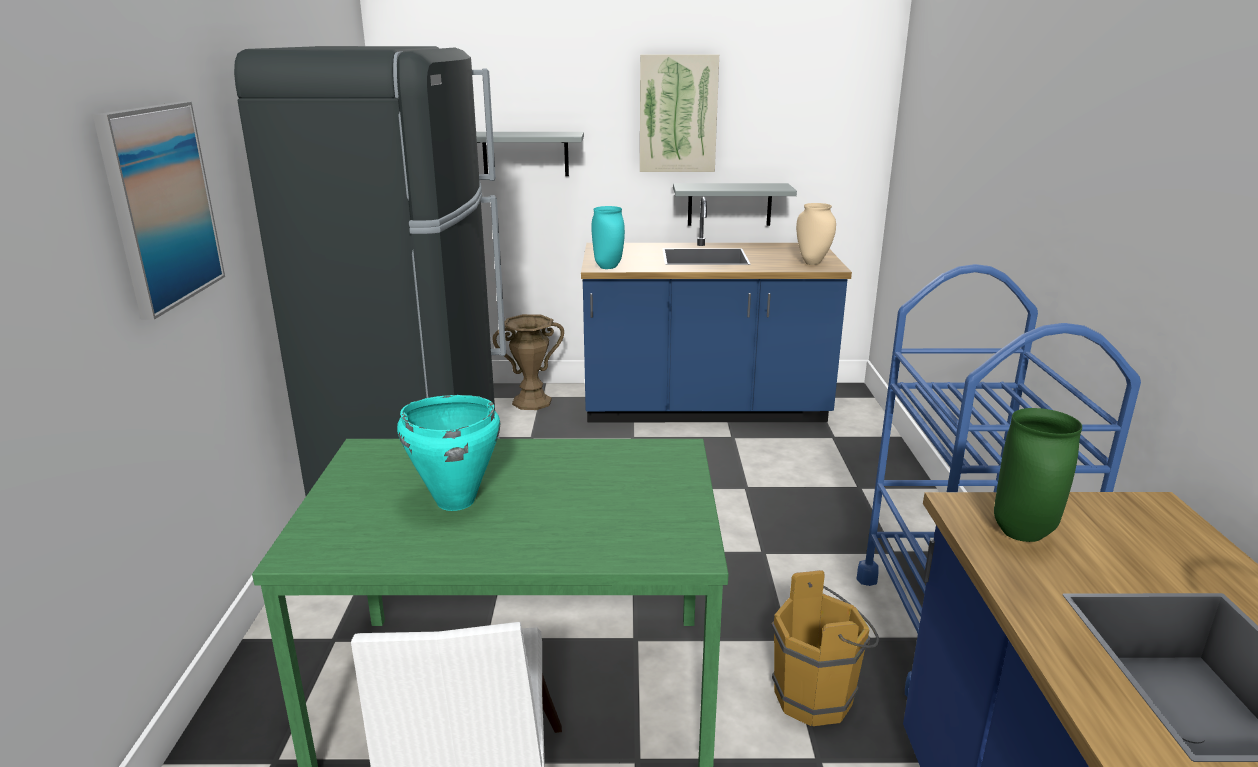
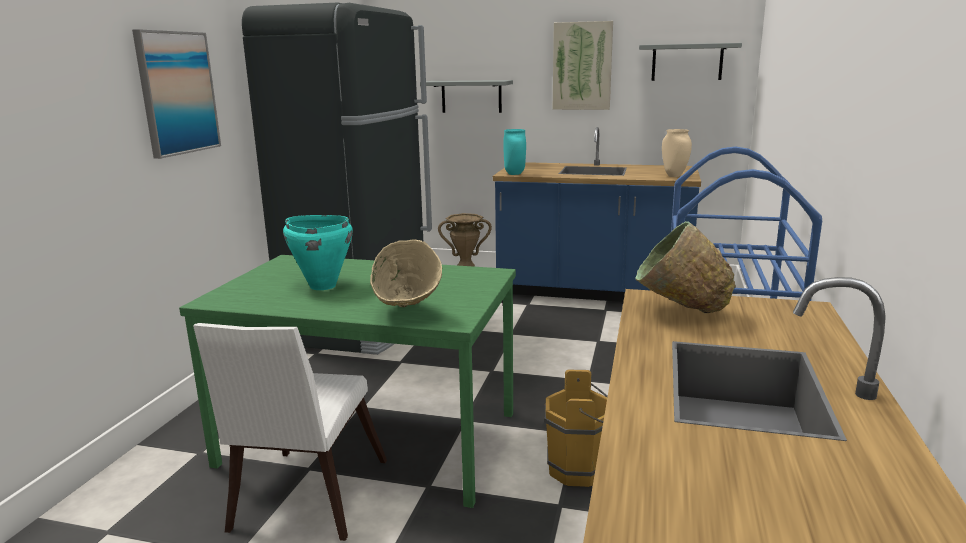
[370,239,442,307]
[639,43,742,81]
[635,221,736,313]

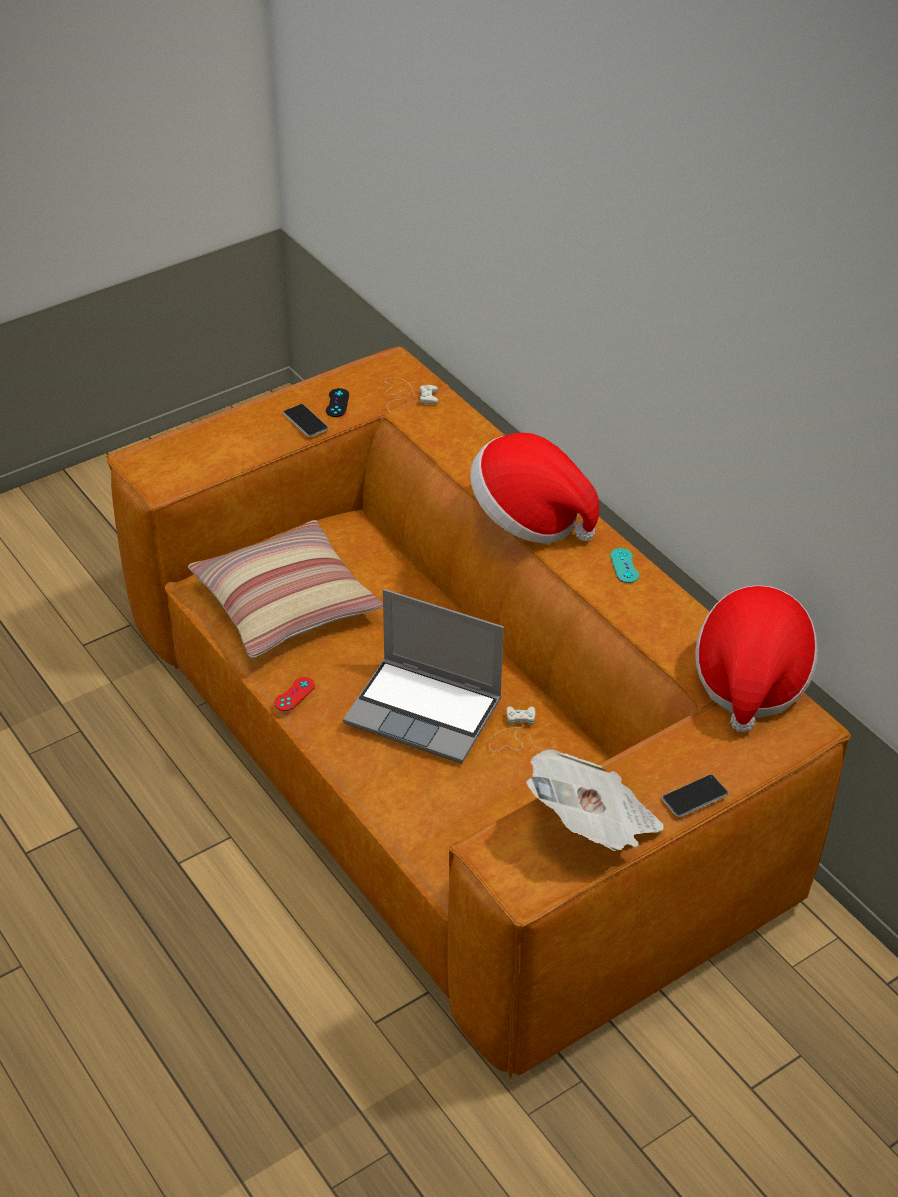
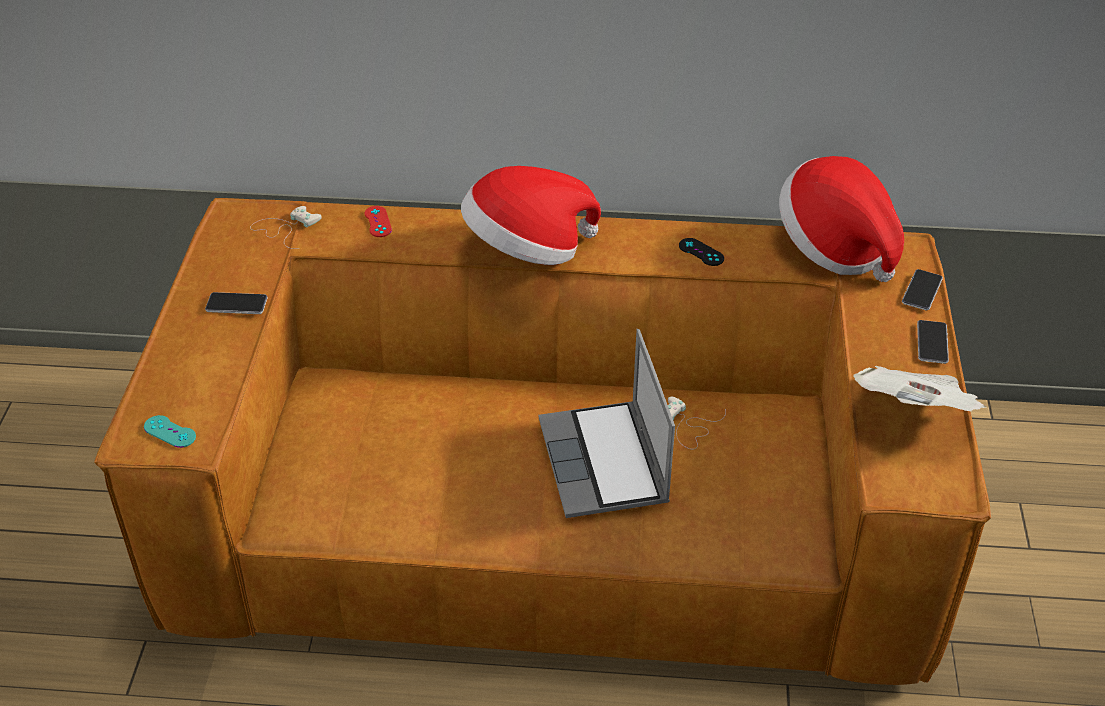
[188,520,383,658] (first image)
[902,269,943,310]
[365,206,392,237]
[679,238,724,266]
[144,415,196,448]
[539,329,675,518]

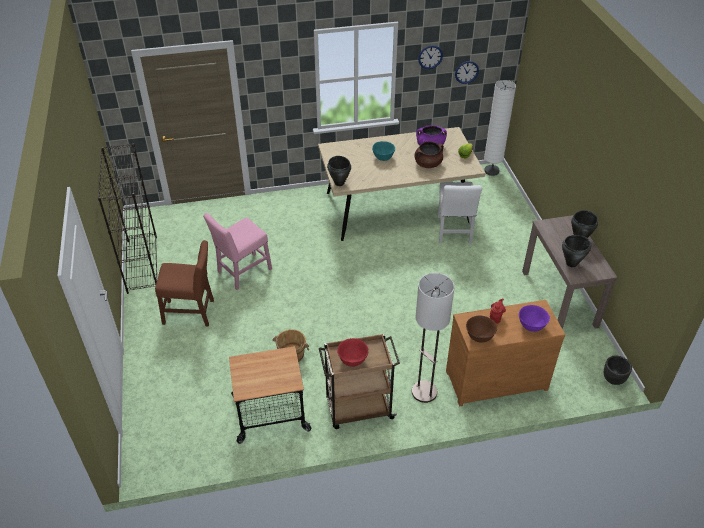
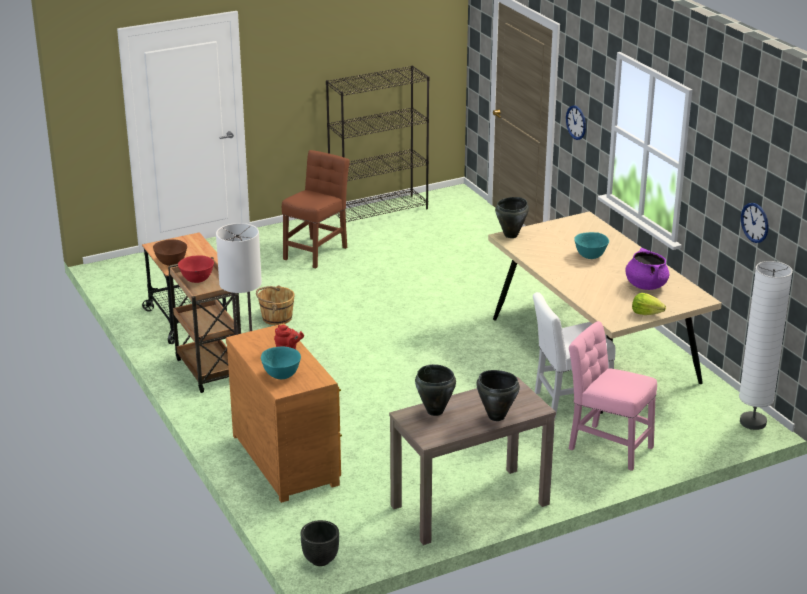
[415,142,444,168] (first image)
[569,321,657,471]
[566,105,586,140]
[153,239,187,266]
[261,346,301,379]
[282,150,350,268]

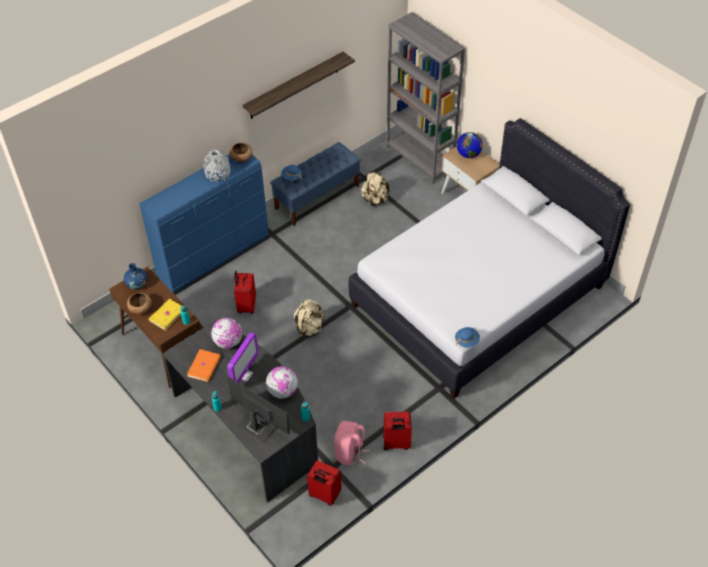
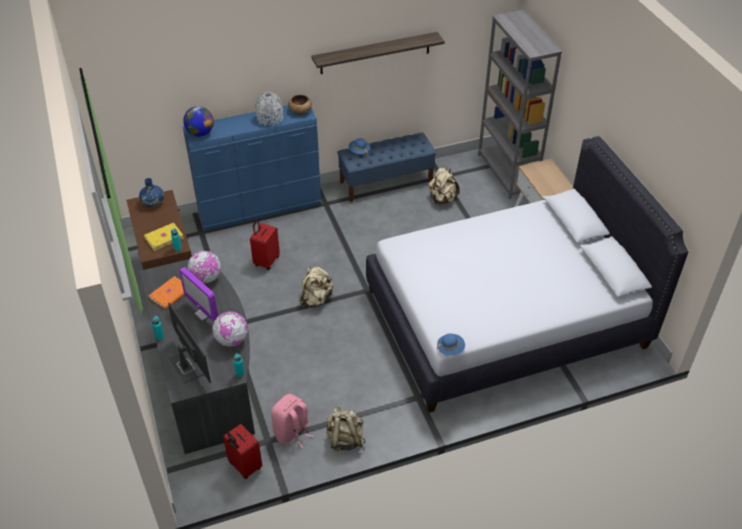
[127,292,152,314] (first image)
[183,106,214,136]
[326,407,365,451]
[179,267,218,321]

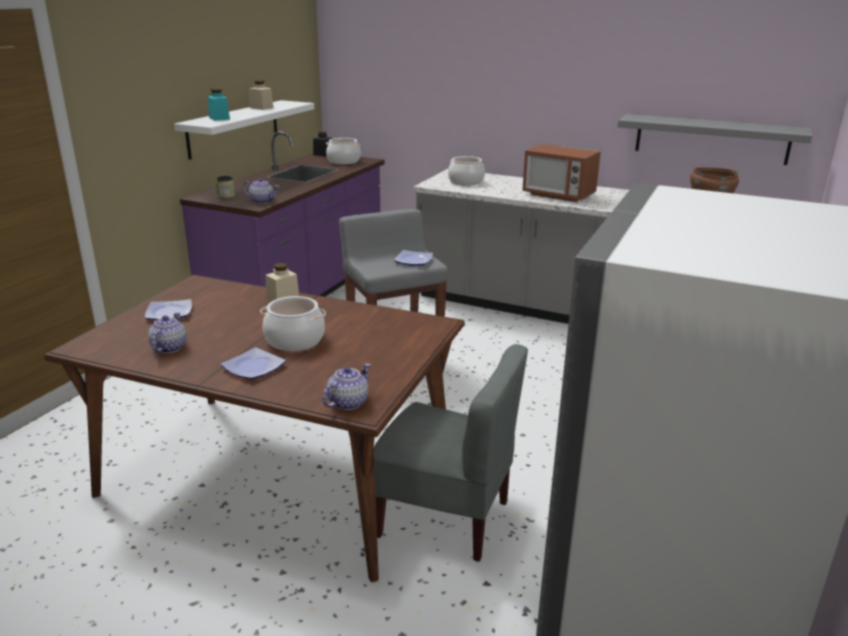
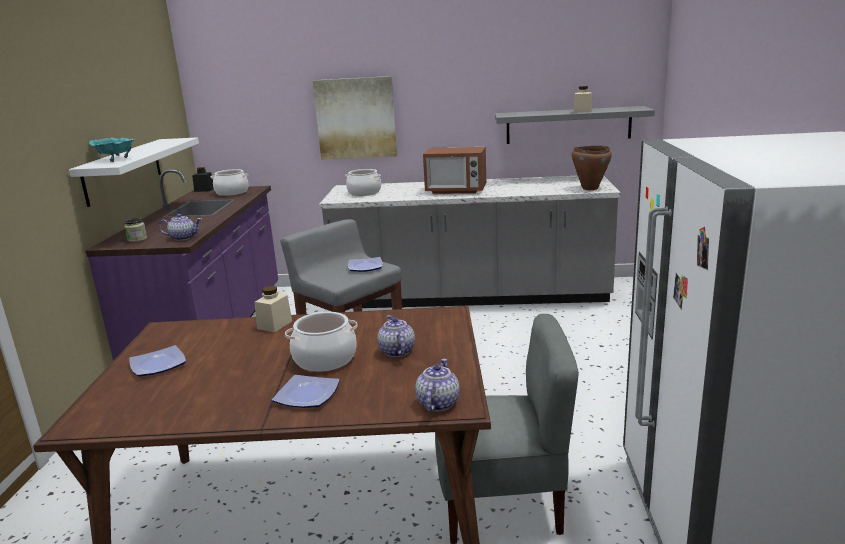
[313,76,397,160]
[377,315,415,357]
[574,86,592,113]
[89,137,134,162]

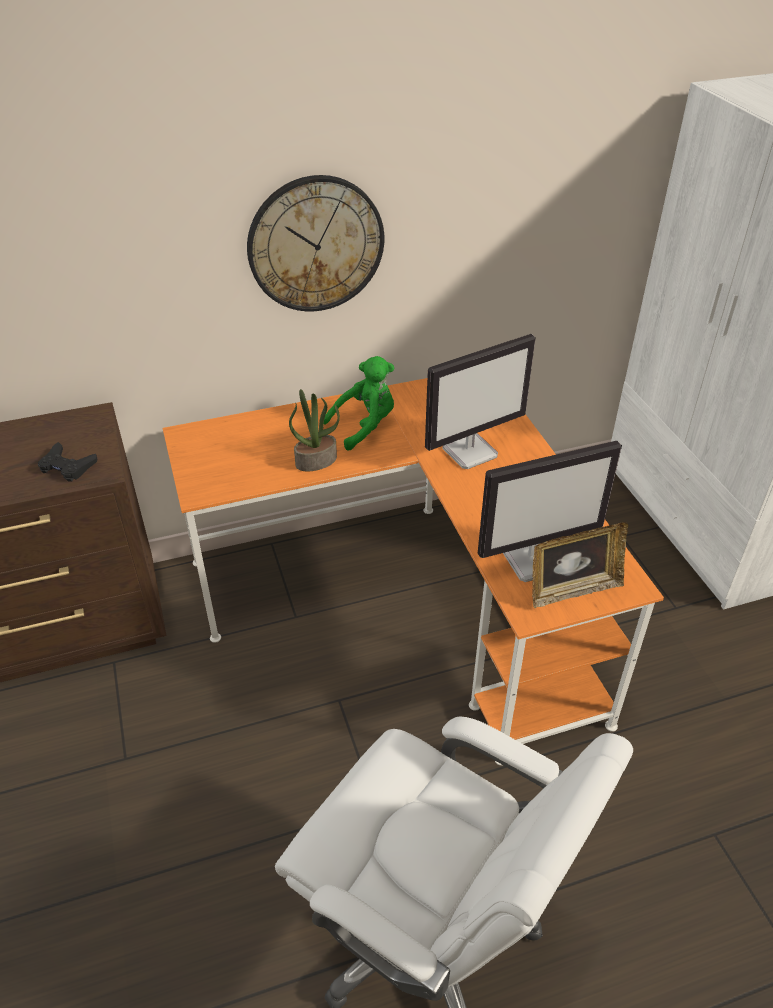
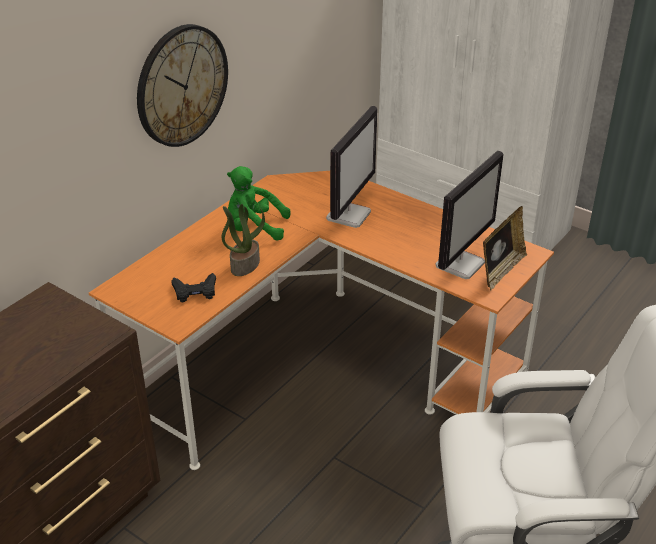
[171,273,216,303]
[227,166,291,241]

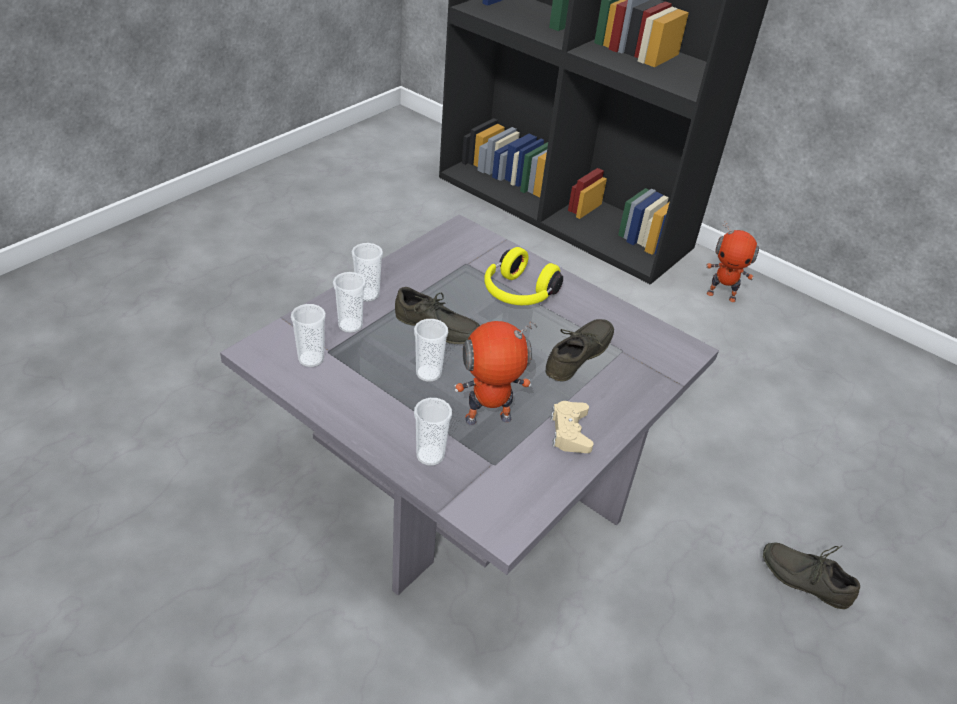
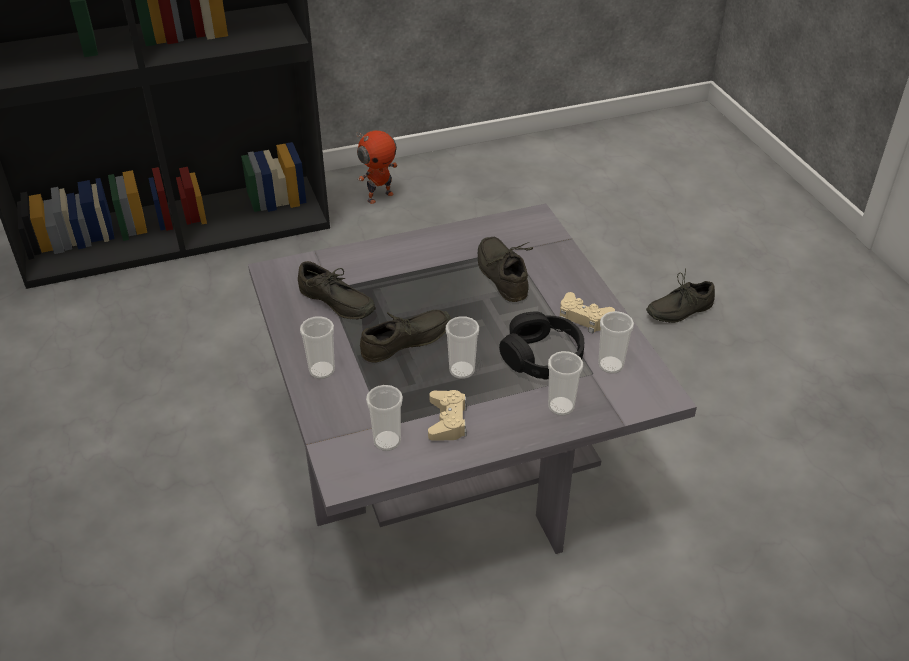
[484,247,563,305] (first image)
[298,261,376,320]
[428,390,467,441]
[598,311,634,374]
[499,311,584,379]

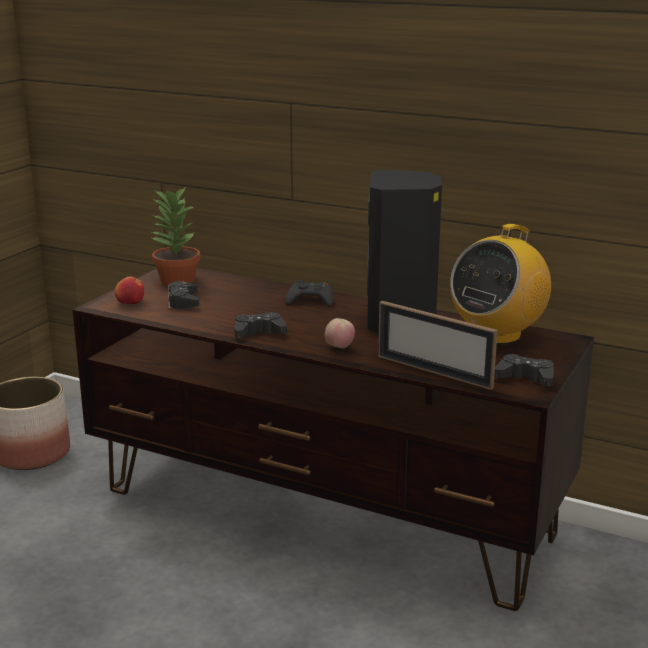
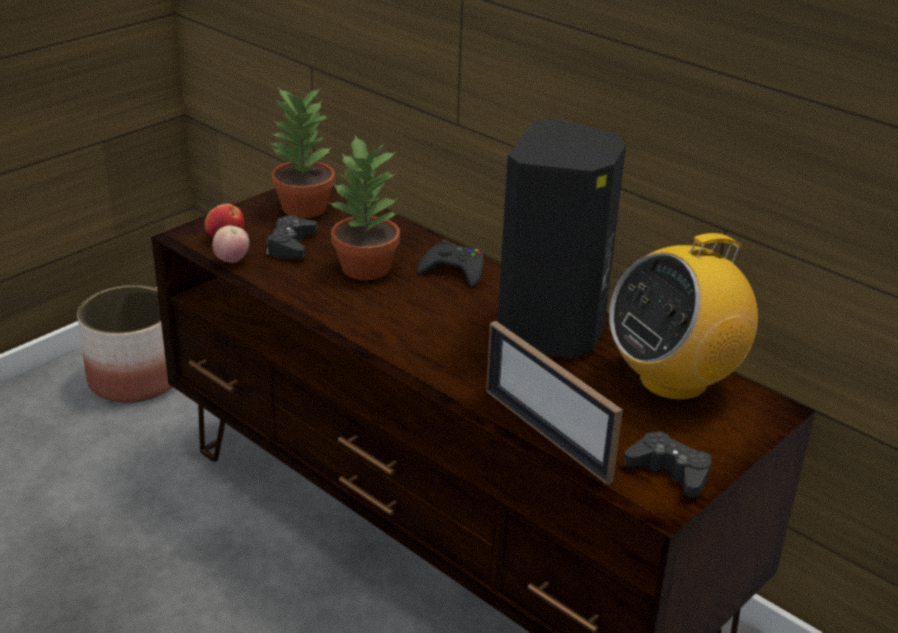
[235,312,287,338] (first image)
[328,135,400,280]
[212,225,249,263]

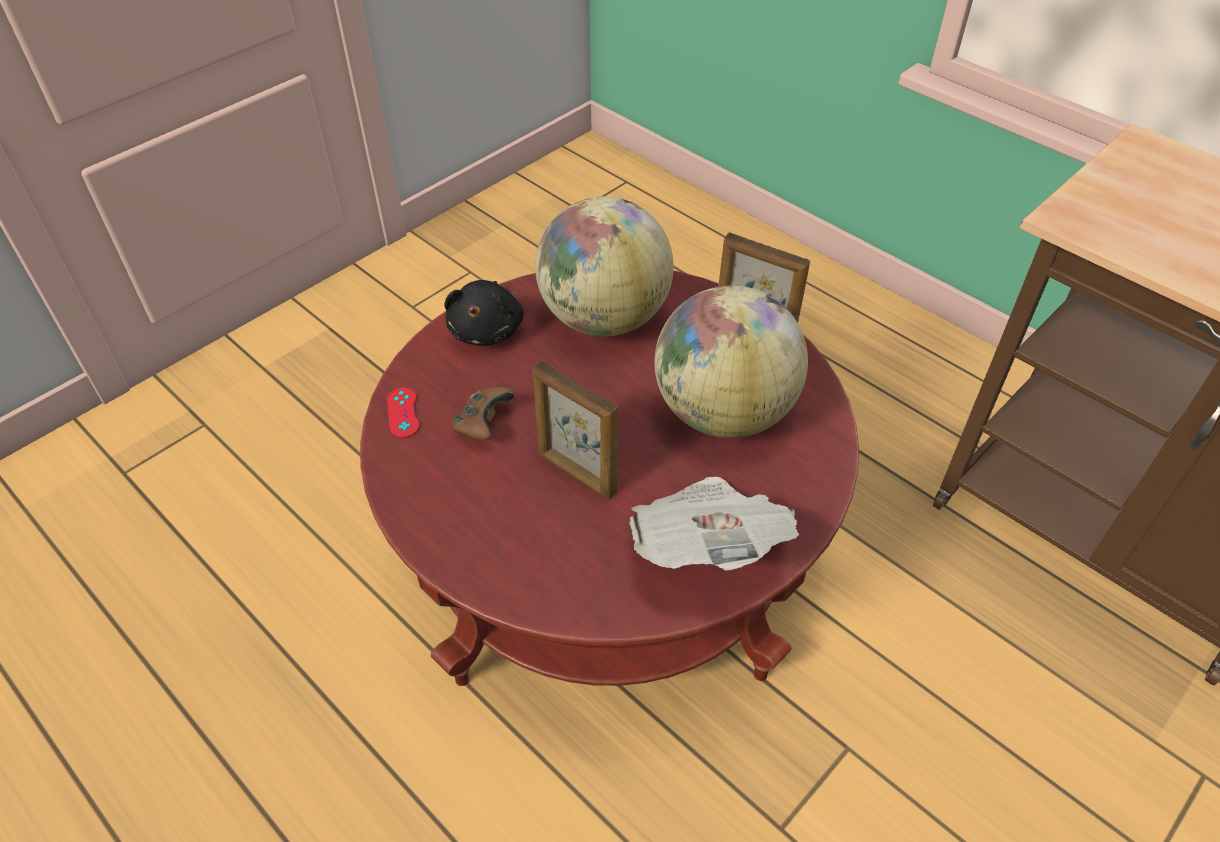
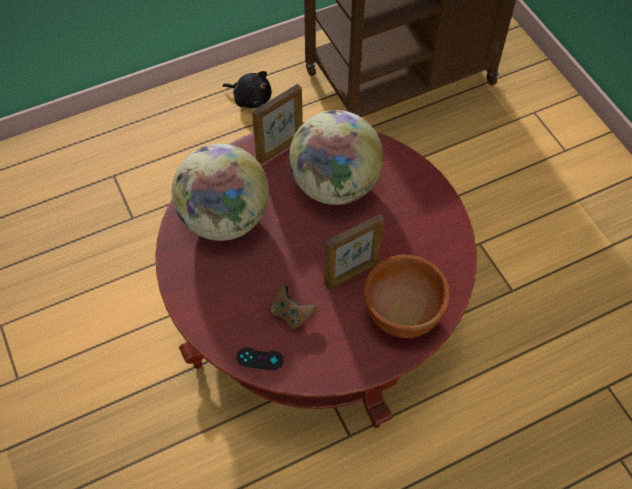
[630,477,799,571] (first image)
[364,255,450,338]
[223,71,272,108]
[236,347,283,370]

